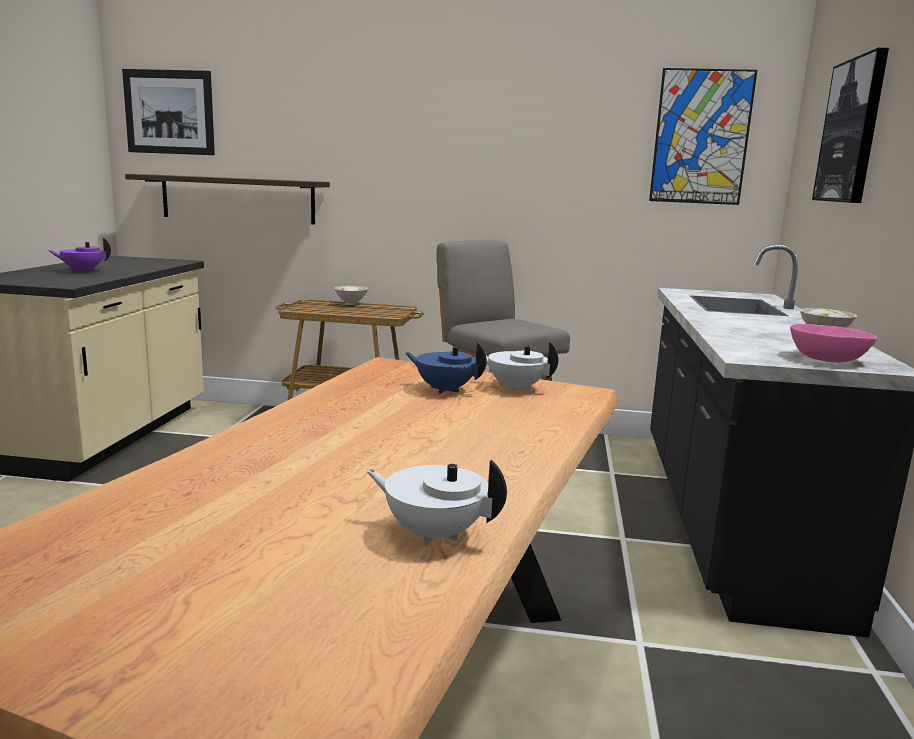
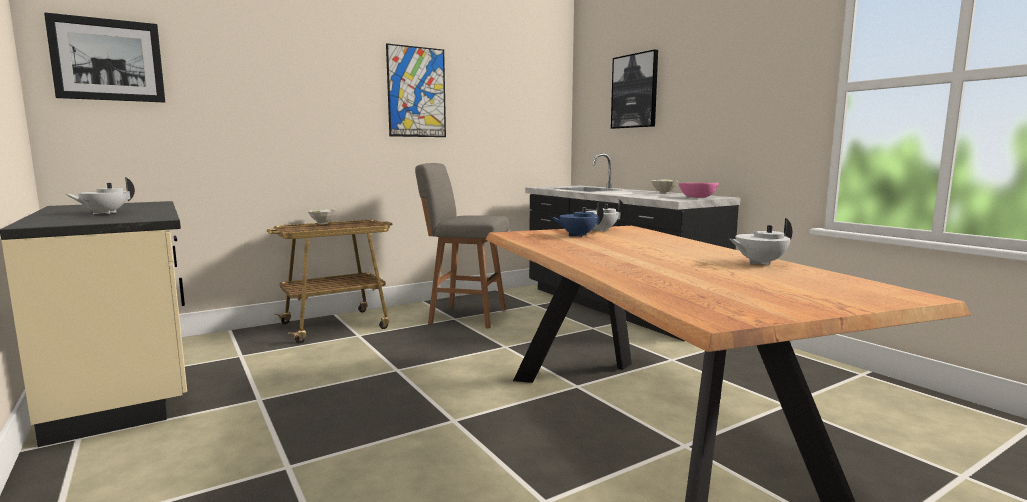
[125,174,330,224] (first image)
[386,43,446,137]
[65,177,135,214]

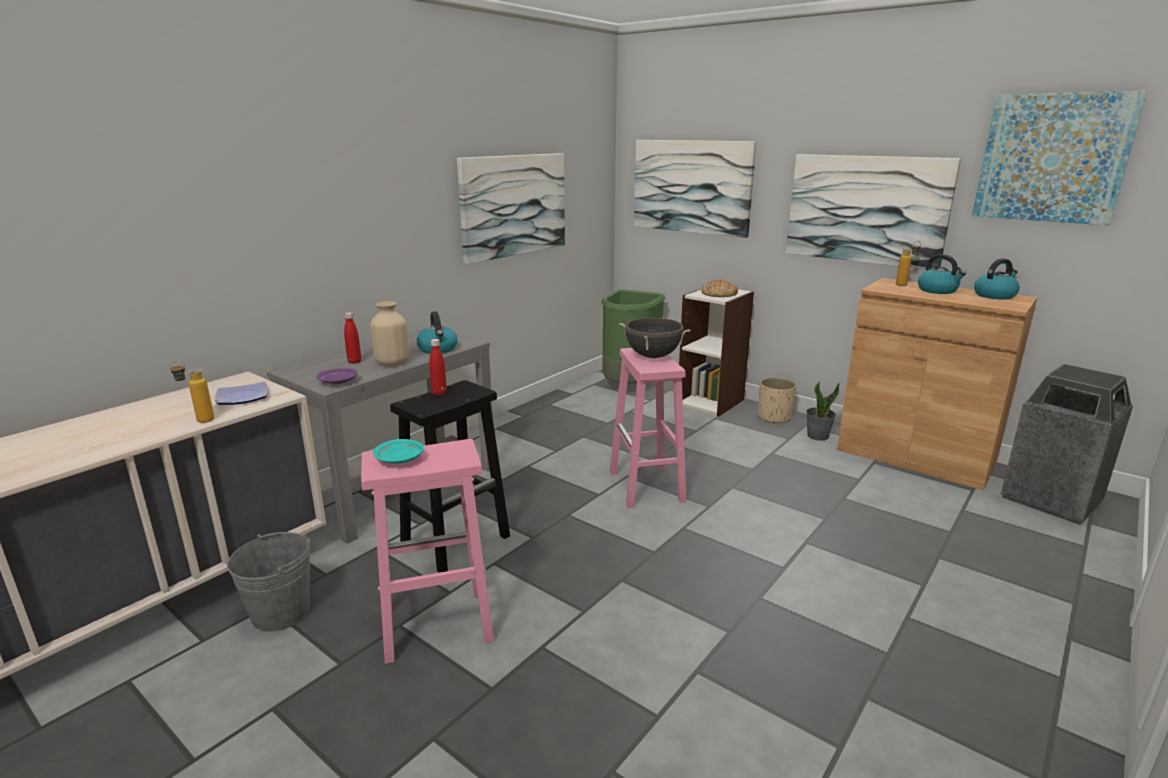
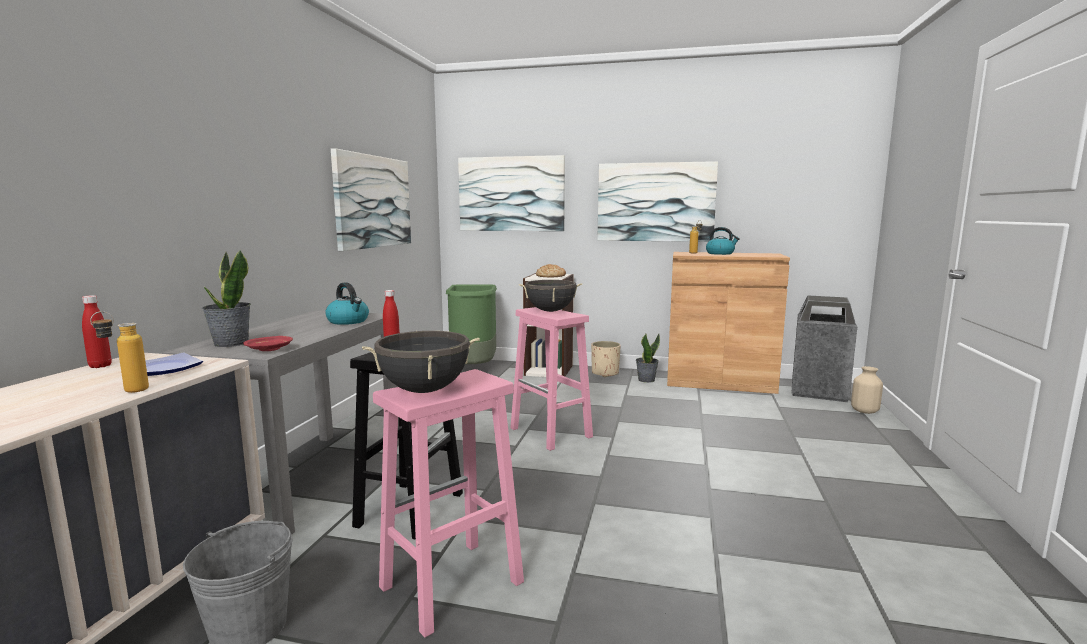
[972,91,1147,226] (first image)
[974,258,1020,300] (first image)
[202,250,251,347]
[82,295,112,368]
[851,366,883,414]
[362,331,480,393]
[244,336,293,351]

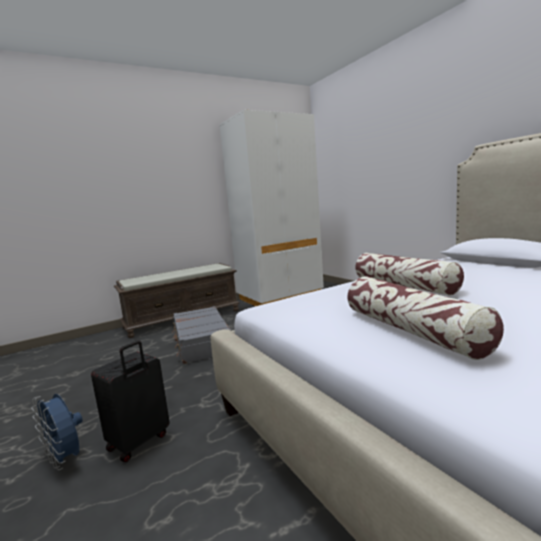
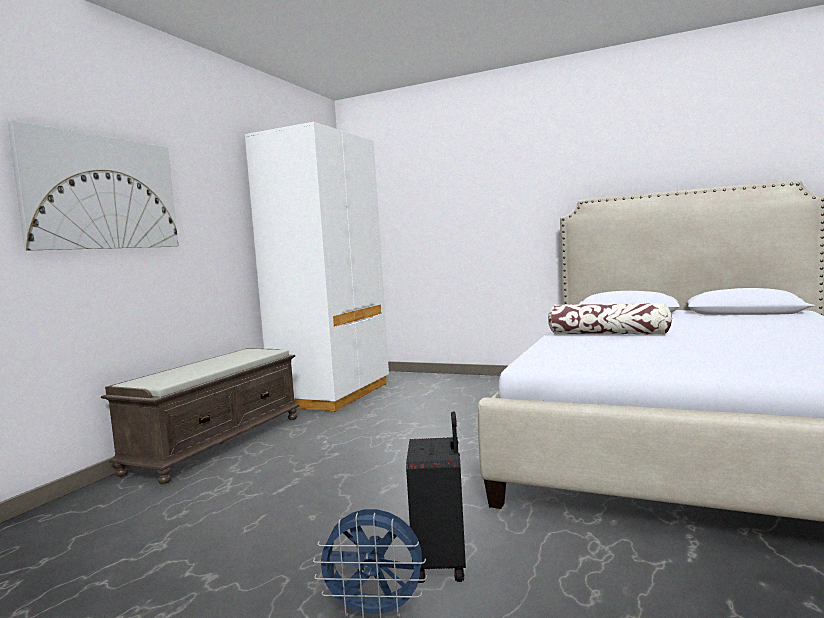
[172,306,232,364] (first image)
[347,276,504,360] (first image)
[7,120,178,251]

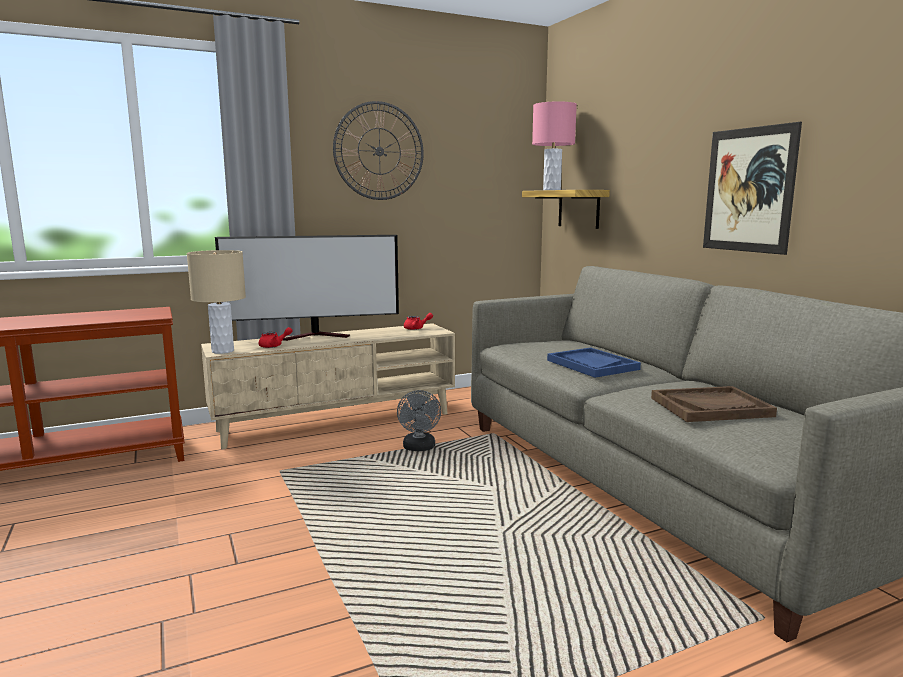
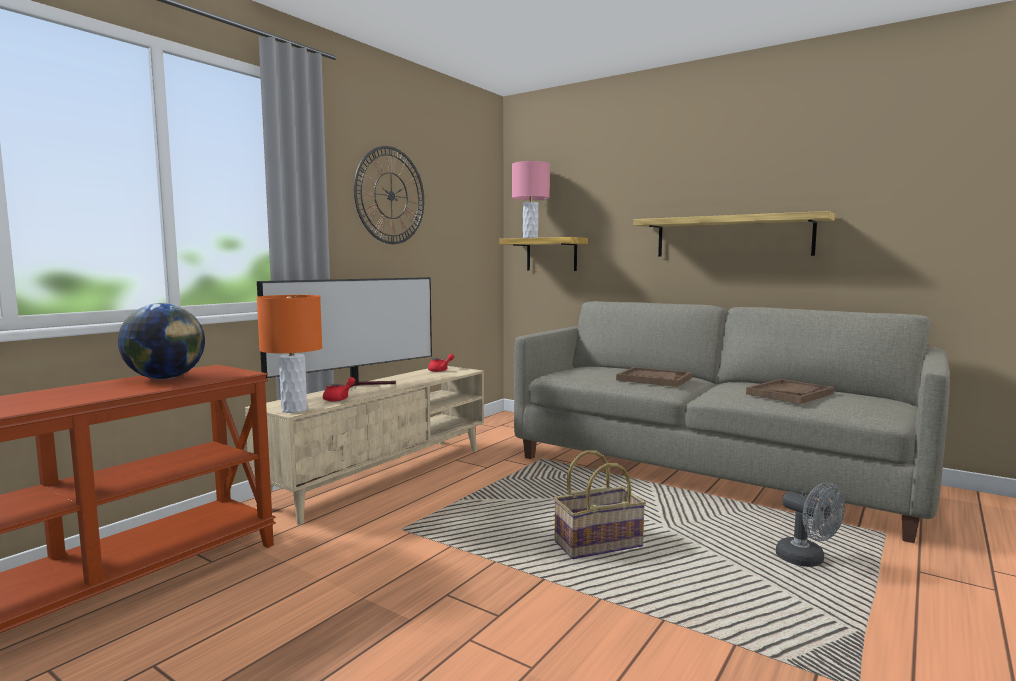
[118,303,205,379]
[553,450,646,559]
[776,482,845,567]
[633,211,835,256]
[257,295,322,413]
[616,367,692,387]

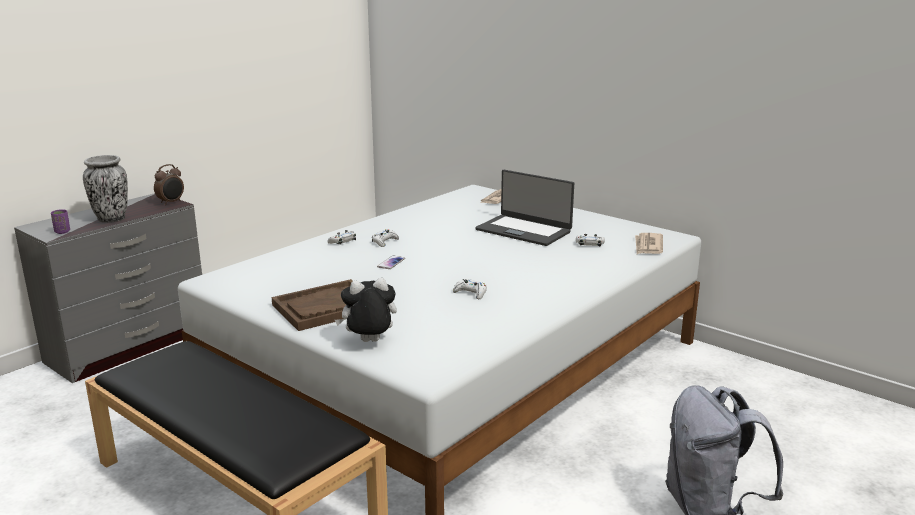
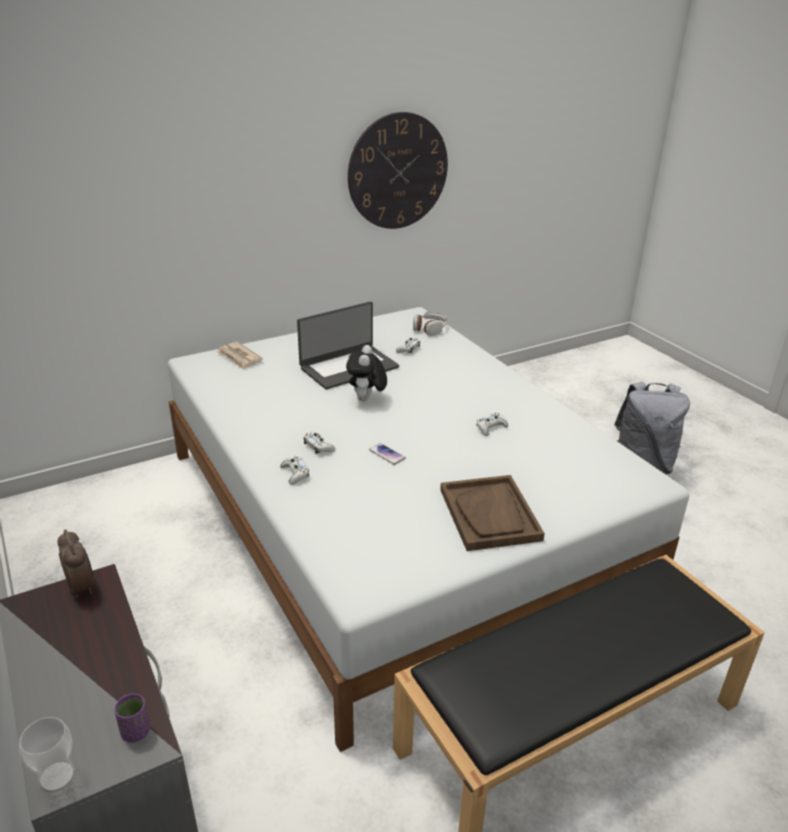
[83,155,128,223] (first image)
[19,717,75,793]
[348,112,448,229]
[346,345,387,401]
[413,312,447,336]

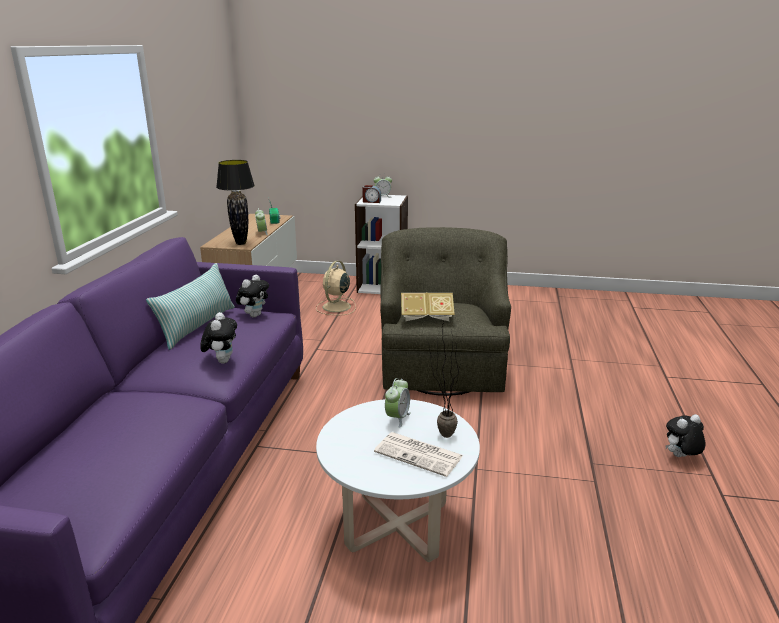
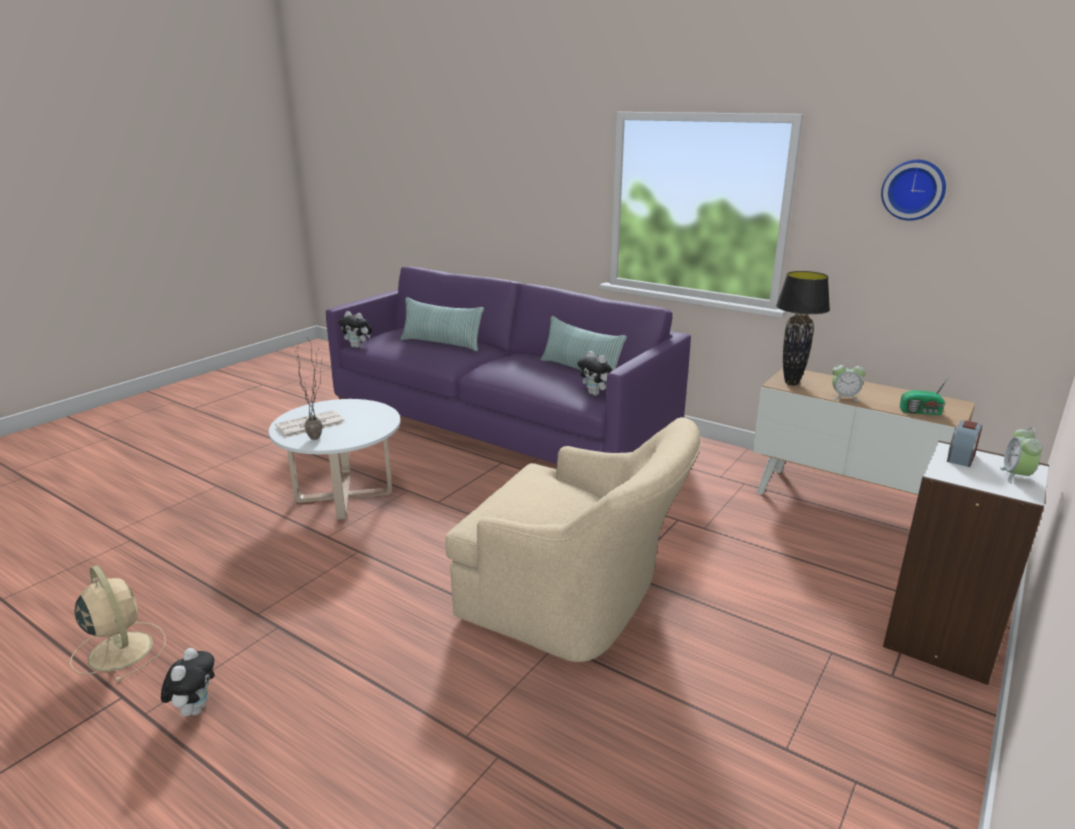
[385,378,411,428] (first image)
[401,292,455,321] (first image)
[401,297,484,351]
[881,160,946,221]
[338,311,372,348]
[70,565,166,682]
[446,417,701,662]

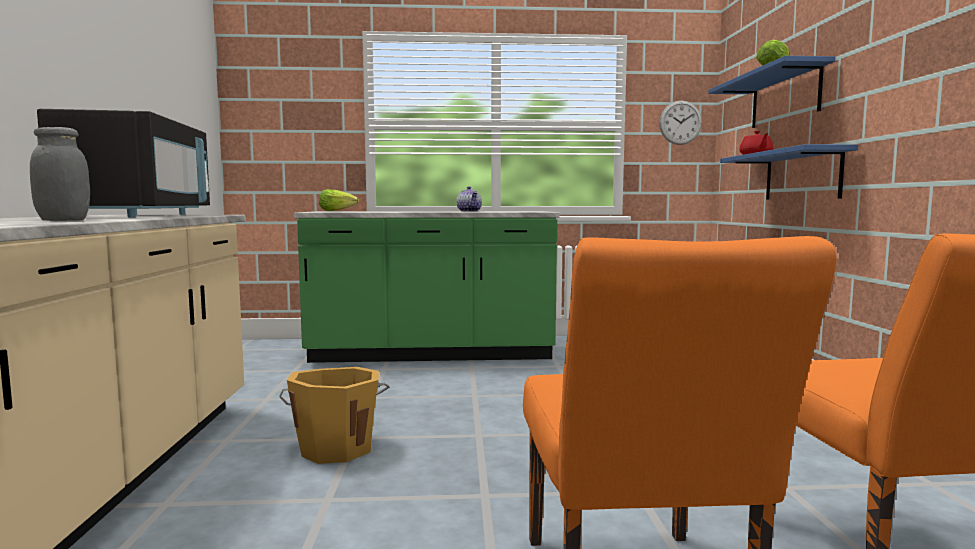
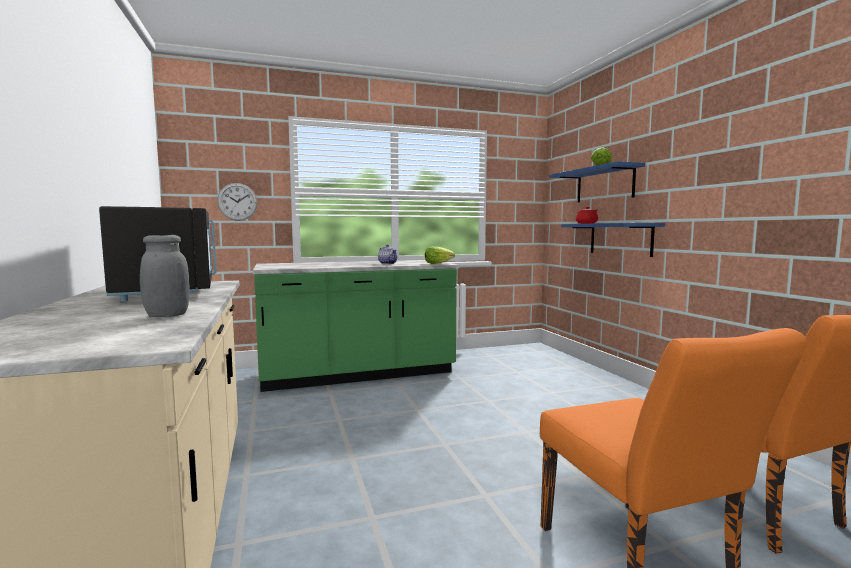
[279,367,390,464] (first image)
[425,246,455,264]
[217,183,258,221]

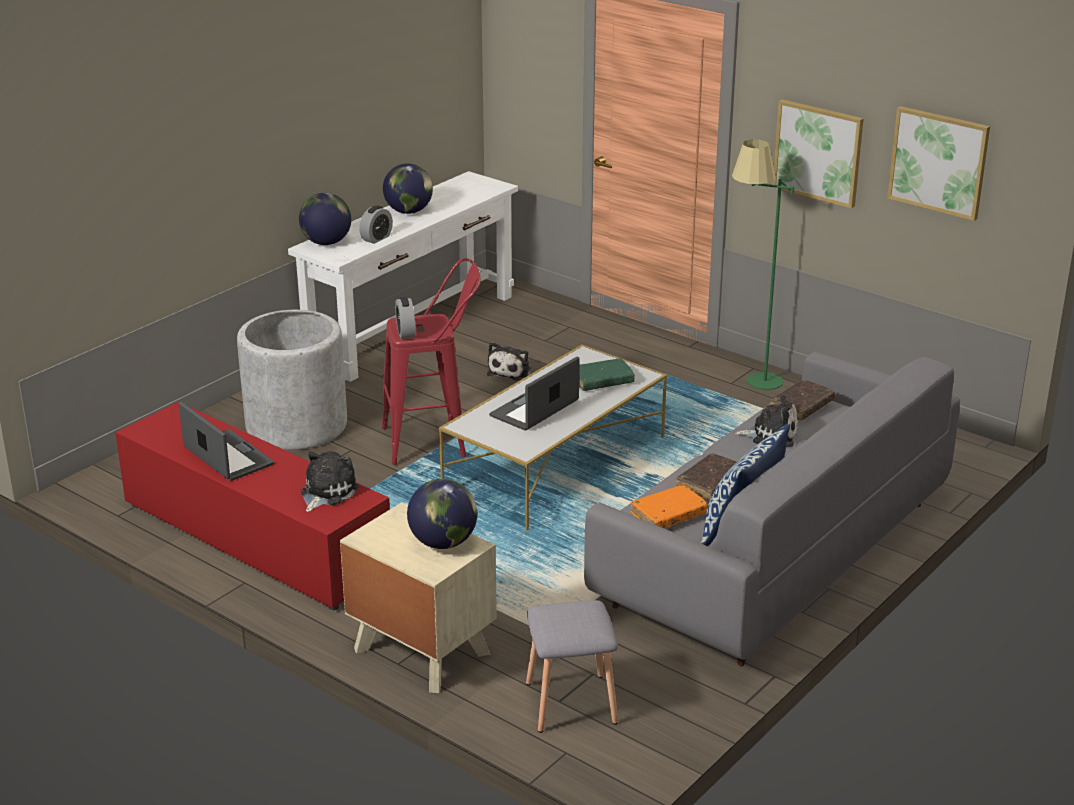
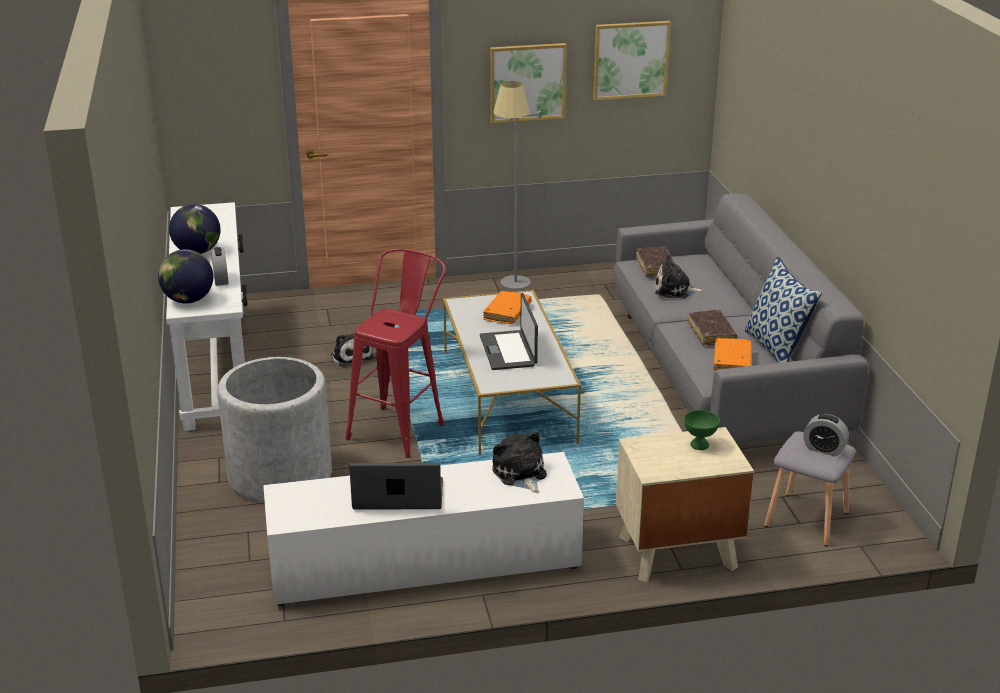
[803,414,849,456]
[684,410,720,450]
[263,452,584,607]
[483,291,531,324]
[493,81,541,289]
[655,255,705,299]

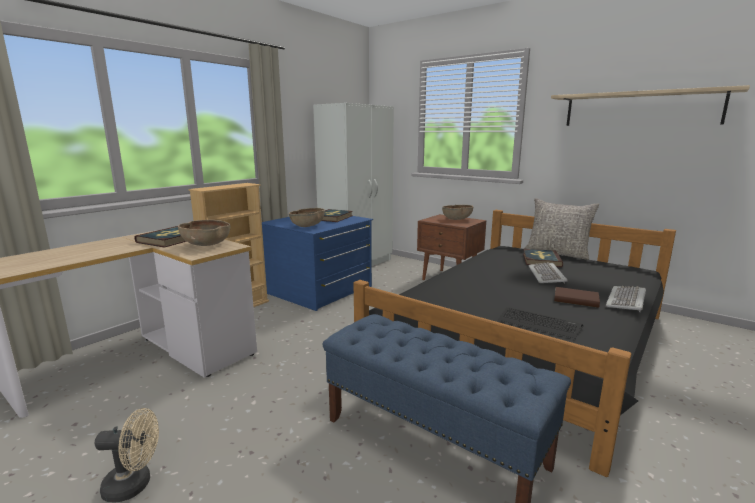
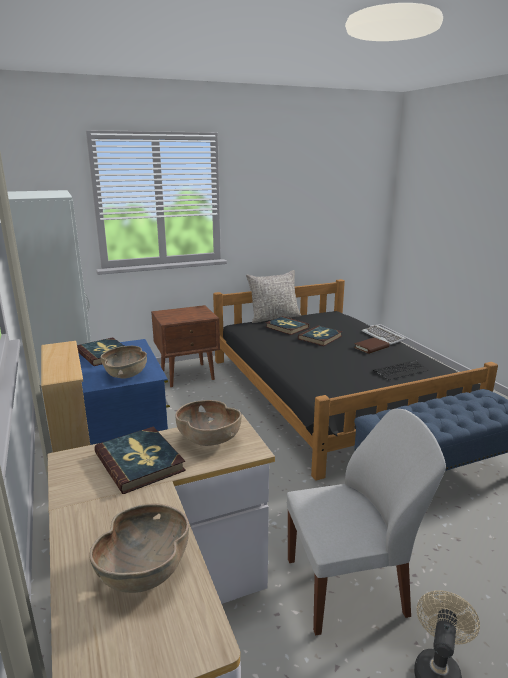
[551,85,750,126] (first image)
[287,409,446,635]
[89,503,189,593]
[298,326,342,346]

